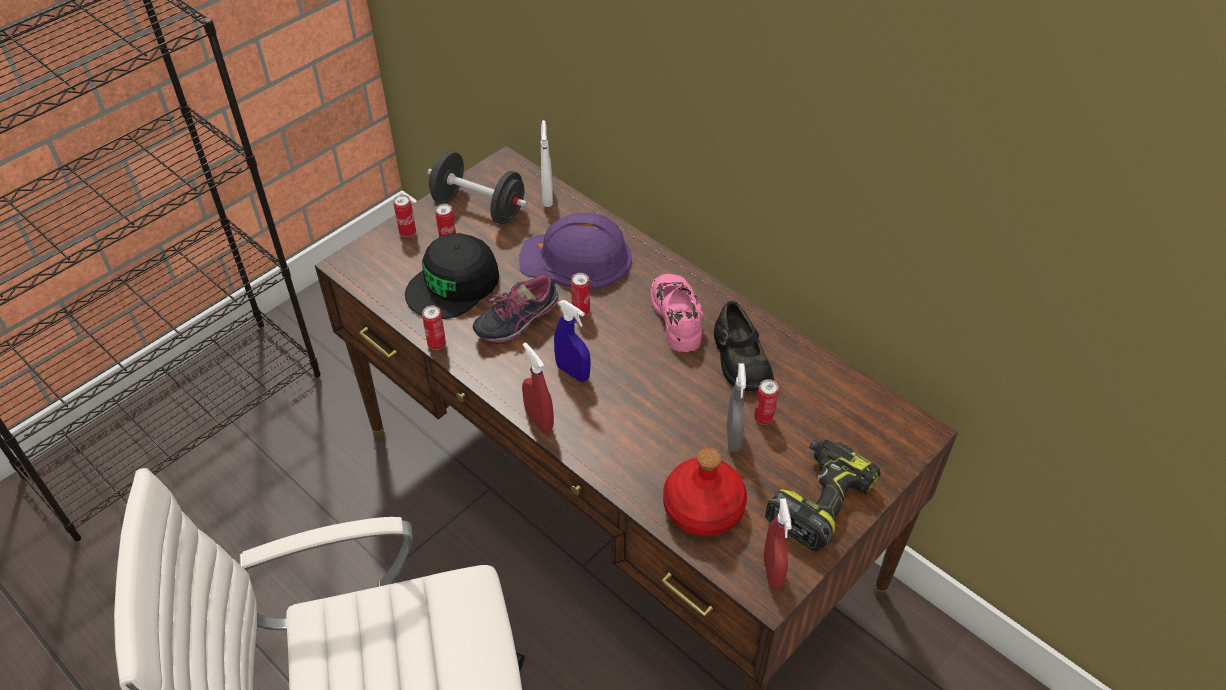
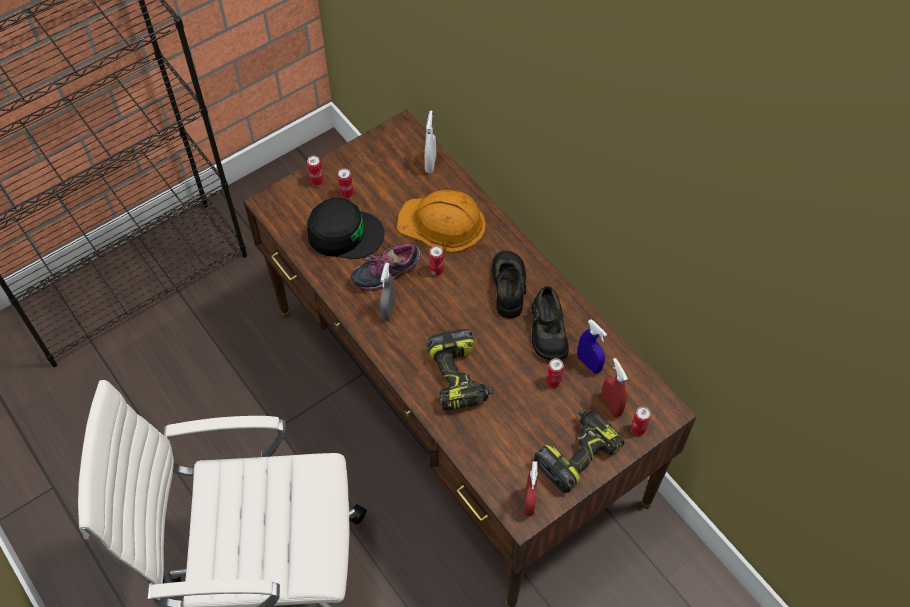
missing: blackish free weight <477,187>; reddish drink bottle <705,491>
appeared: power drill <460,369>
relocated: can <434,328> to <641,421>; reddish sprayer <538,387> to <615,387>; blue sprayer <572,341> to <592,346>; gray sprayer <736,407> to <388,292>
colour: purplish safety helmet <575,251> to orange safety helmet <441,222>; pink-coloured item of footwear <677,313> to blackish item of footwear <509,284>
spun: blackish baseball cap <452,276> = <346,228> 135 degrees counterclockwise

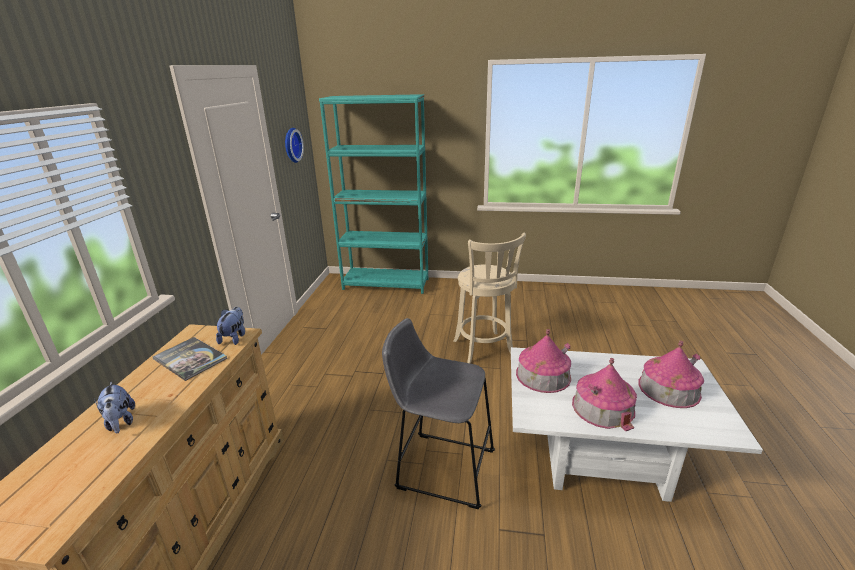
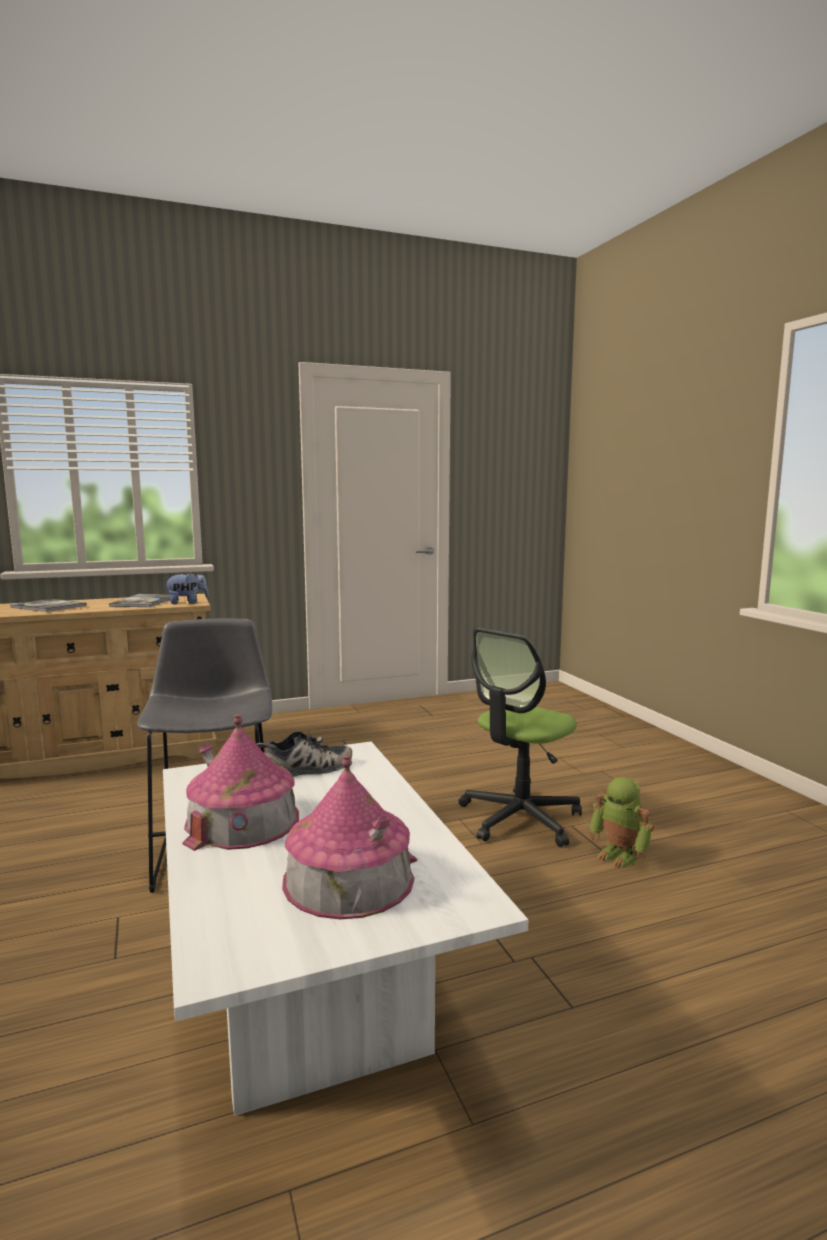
missing: clock on the wall <294,145>; turquoise-coloured shelving unit <373,194>
appeared: model robot <621,822>
exchanged: plush toy <114,407> to book <48,605>; sand-coloured stool seat <489,298> to desk chair <520,737>; model house <543,361> to item of footwear <304,754>

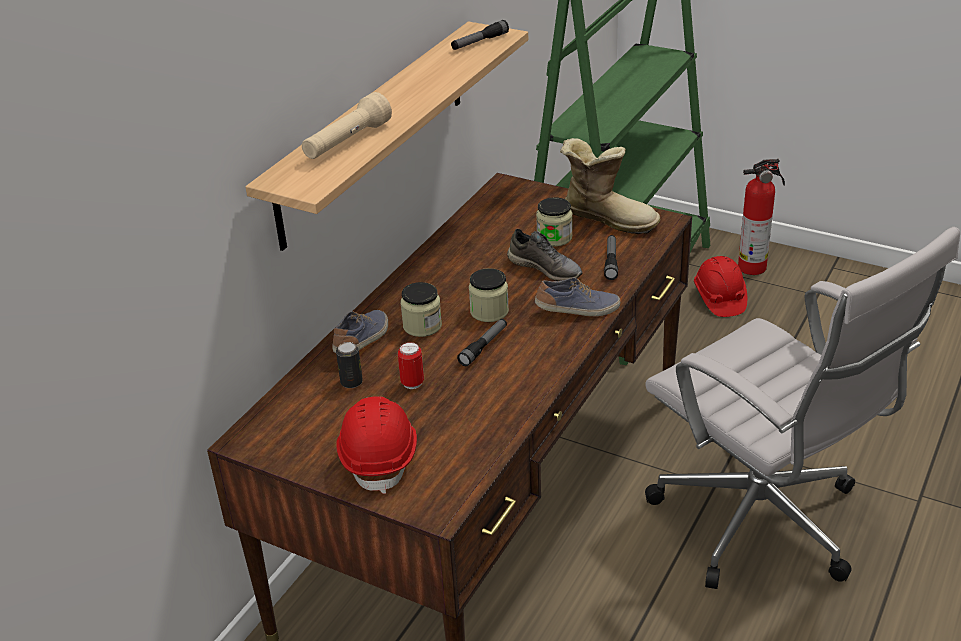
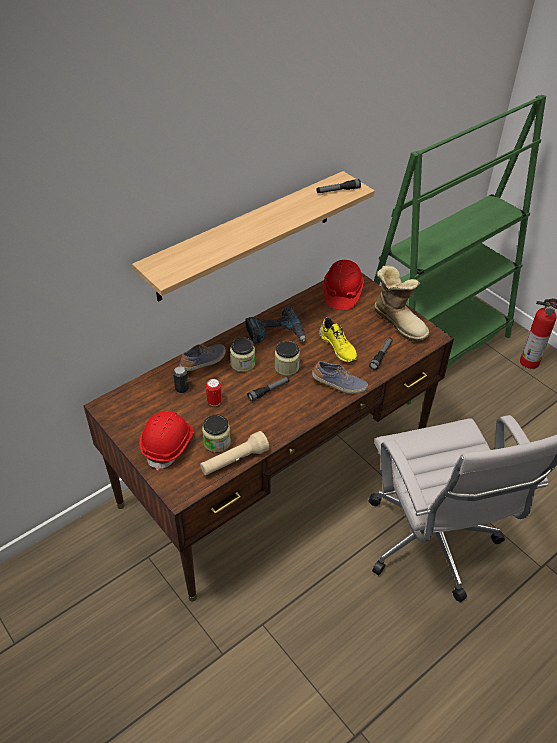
appeared: power drill <275,325>
relocated: sand-coloured torch <347,125> to <234,453>; preserve jar <554,222> to <216,433>; reddish safety helmet <720,286> to <344,285>
colour: gray item of footwear <545,255> to yellow item of footwear <338,339>

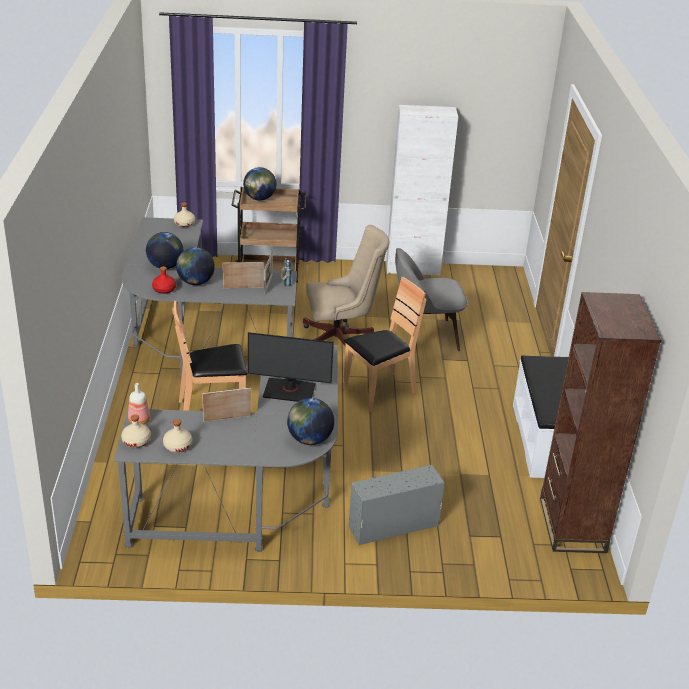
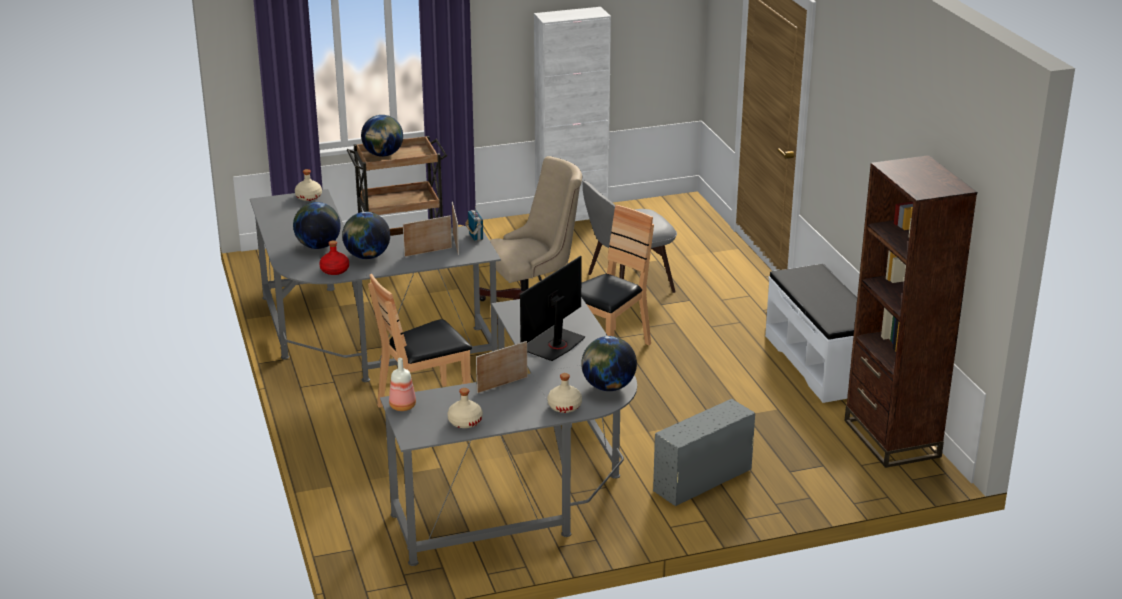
relocated: sand-coloured drink bottle <136,431> to <565,393>
spun: computer screen <291,367> = <553,308> 135 degrees clockwise

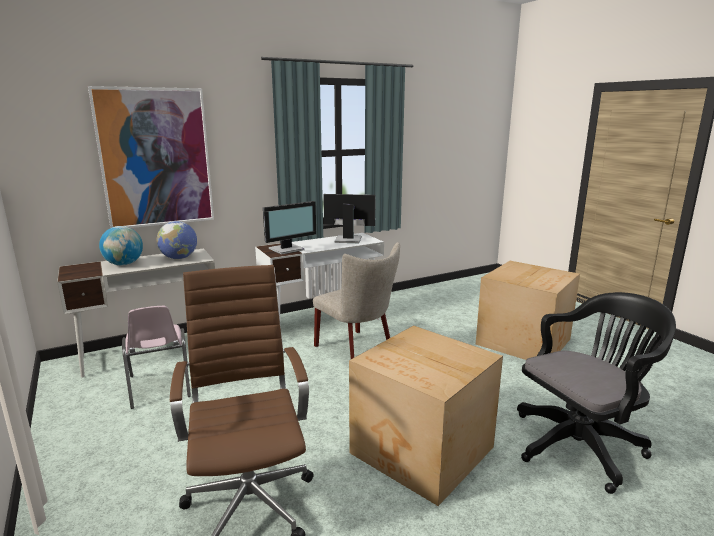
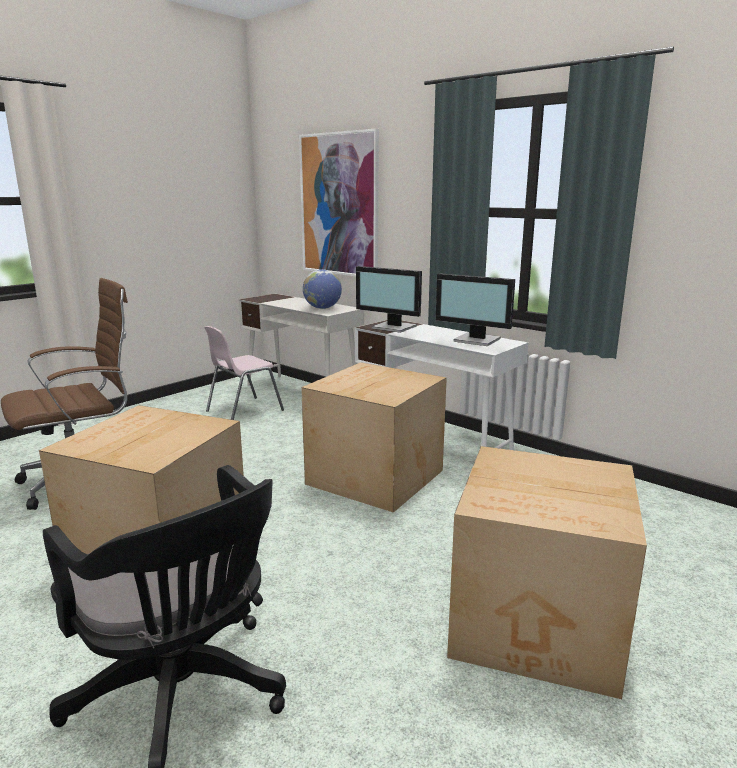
missing: desk globe <121,245>
exchanged: sand-coloured plain chair <356,300> to cardboard box <374,437>
spun: computer screen <349,218> = <475,309> 135 degrees clockwise

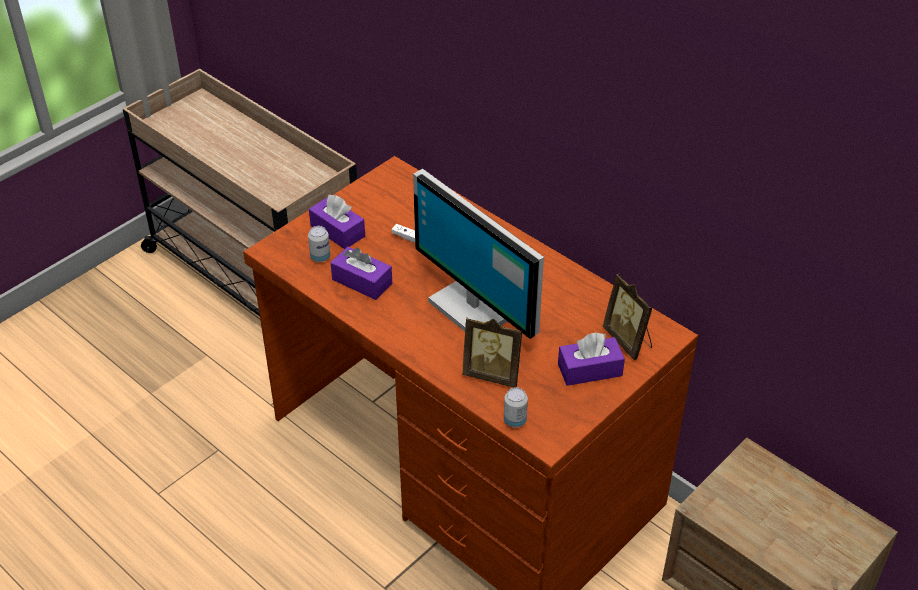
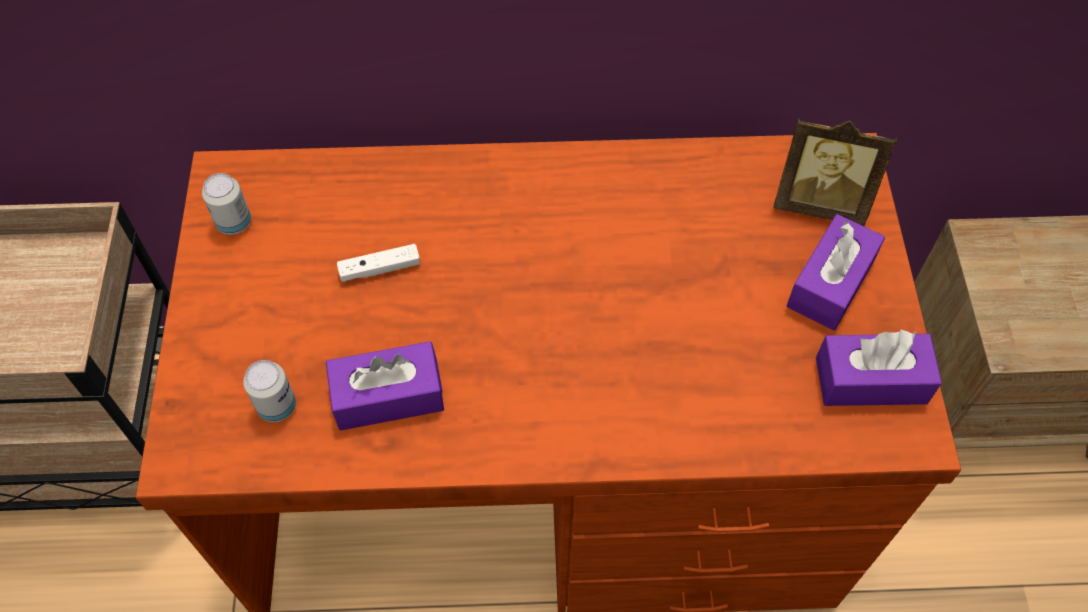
missing: computer screen <478,254>; photo frame <492,352>
relocated: purplish tissue box <337,222> to <879,368>; can <516,407> to <226,204>

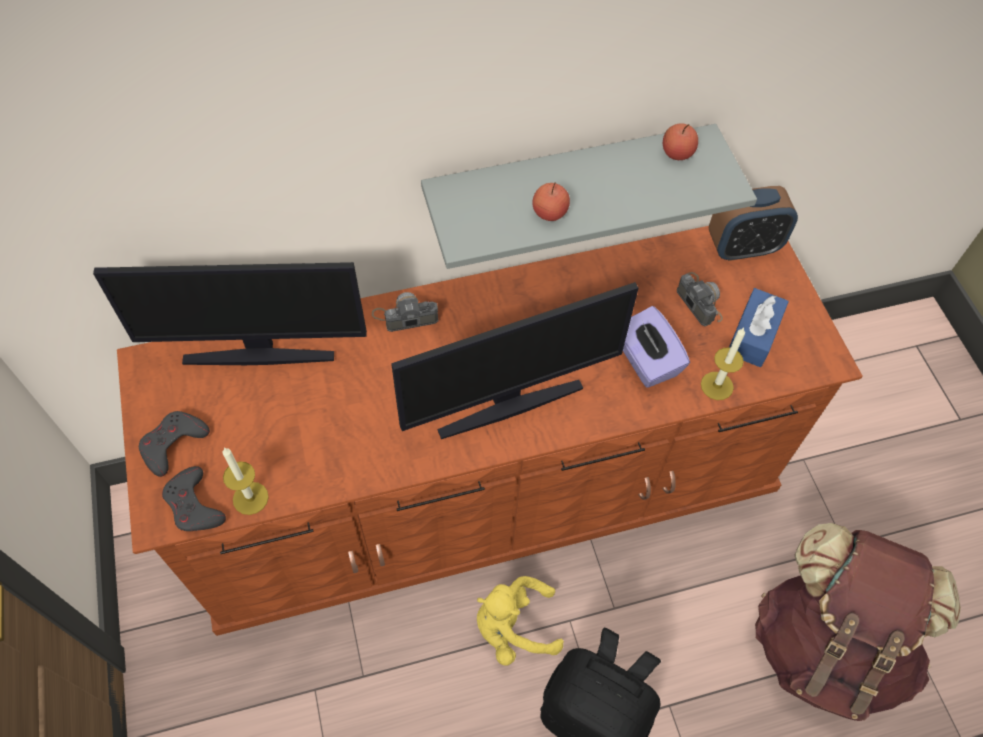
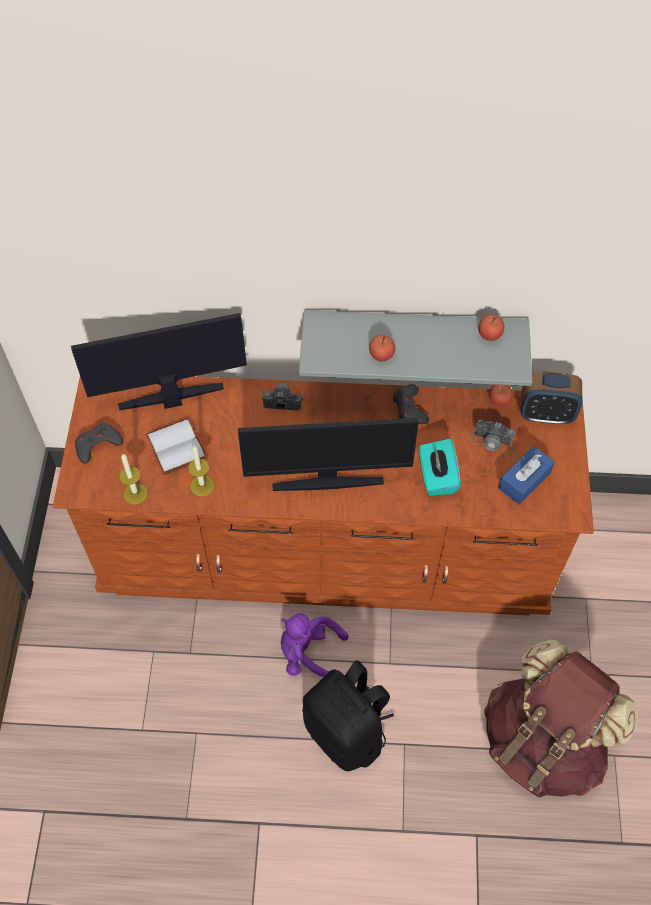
appeared: whitish book <176,446>; apple fruit <501,395>
relocated: gray game controller <194,498> to <411,404>; wax candle <723,364> to <201,471>
colour: yellow plush toy <520,620> to purplish plush toy <315,645>; purplish tissue box <656,347> to turquoise-coloured tissue box <440,467>
spun: computer screen <230,313> = <159,362> 150 degrees clockwise; photo camera <700,299> = <494,439> 120 degrees clockwise

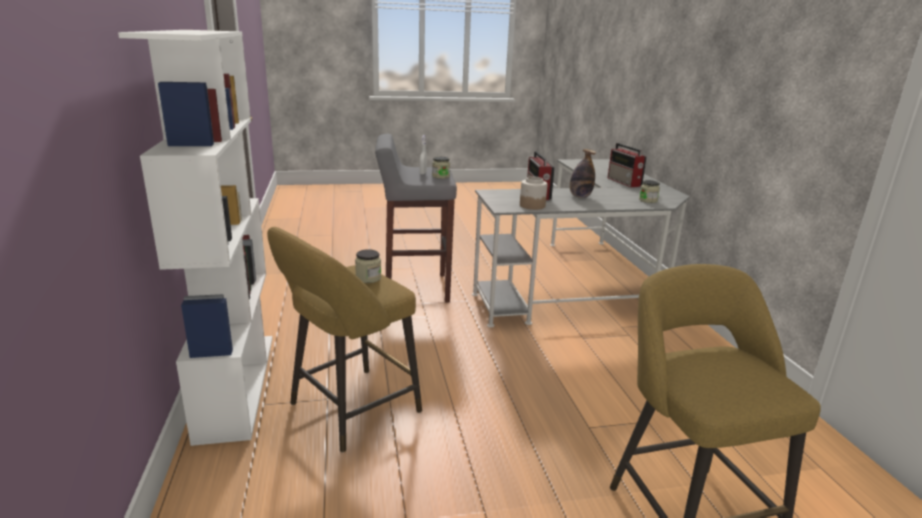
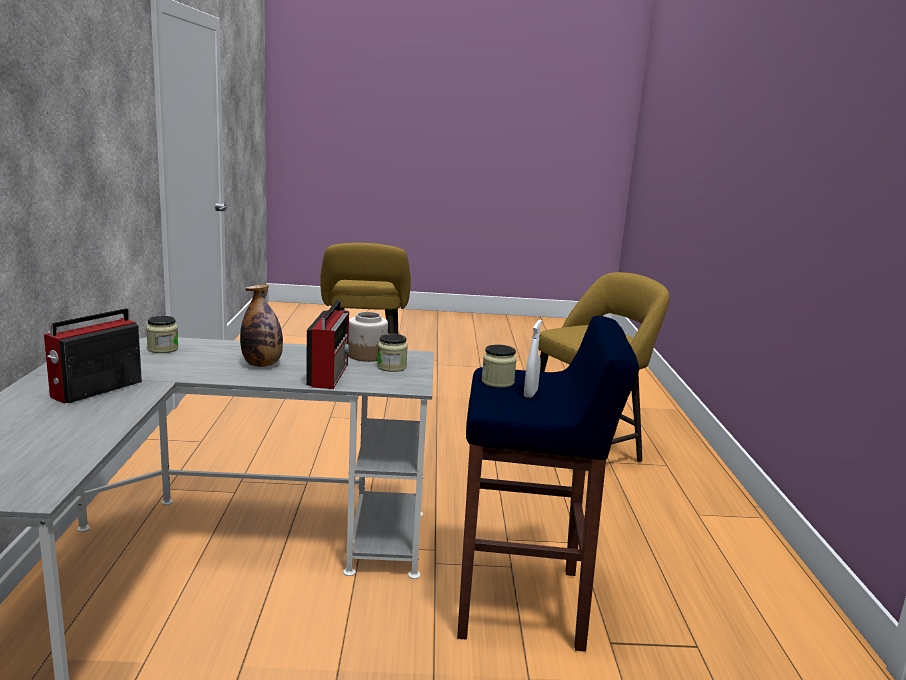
missing: whitish shelving unit <195,238>
relocated: preserve jar <368,266> to <392,352>
colour: gray stool seat <416,218> to blue stool seat <548,484>
spun: radio set <627,165> = <93,356> 135 degrees counterclockwise

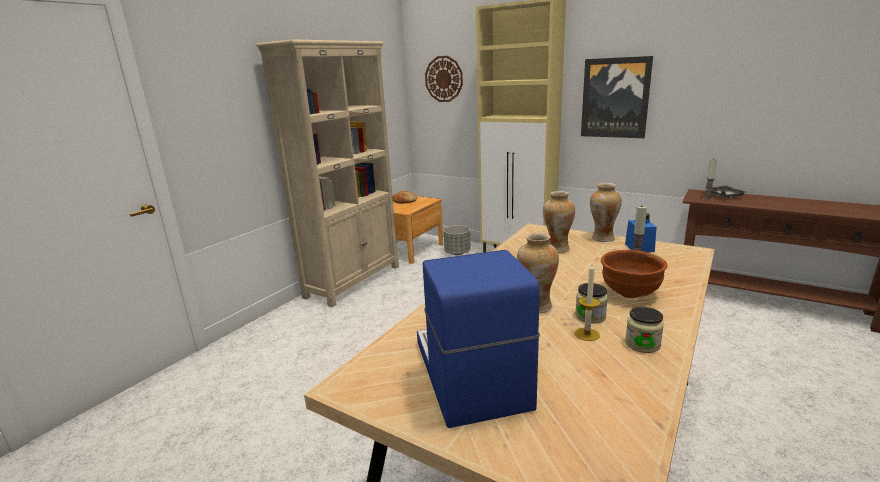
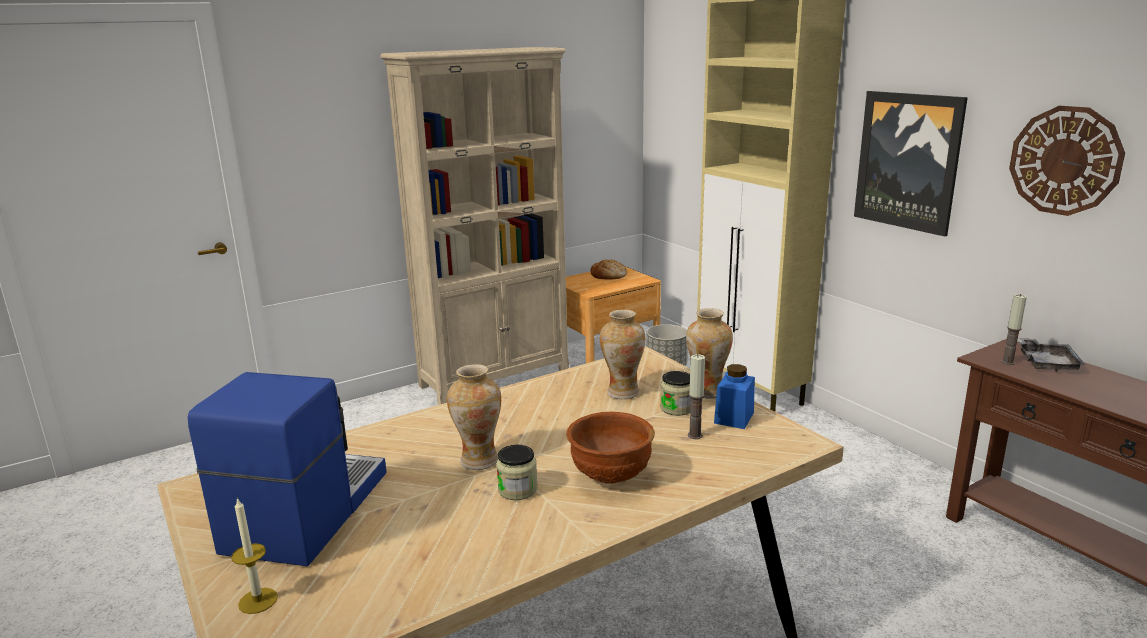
relocated: clock on the wall <444,79> to <1067,161>; wax candle <588,302> to <254,555>; preserve jar <644,330> to <675,393>

